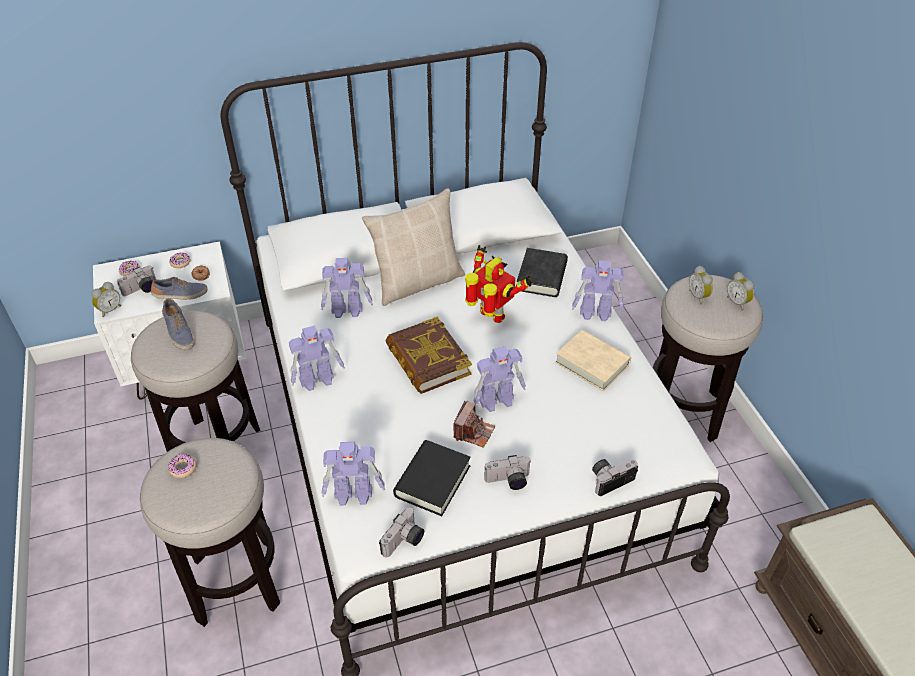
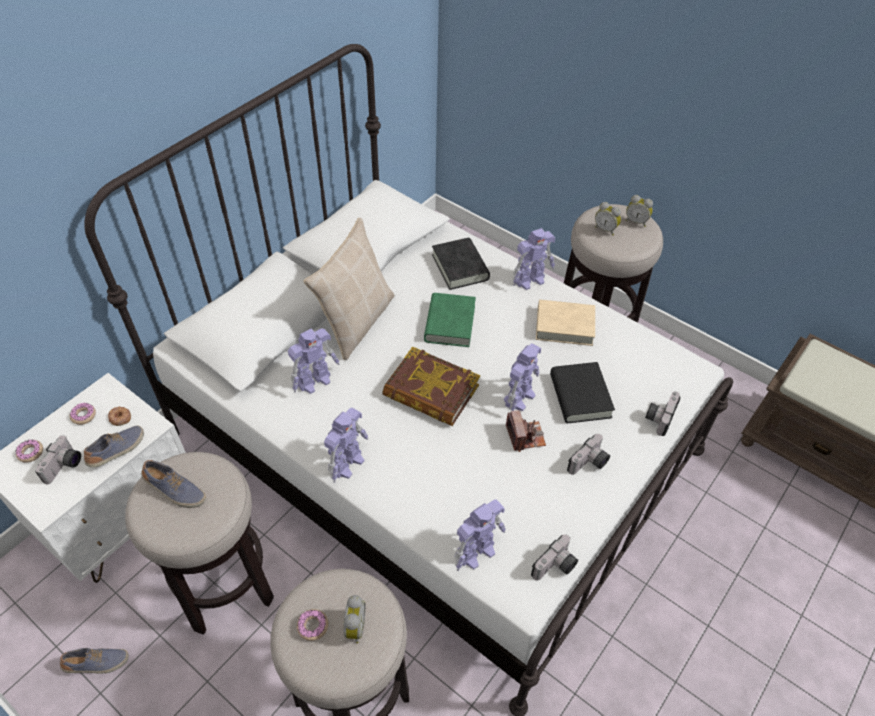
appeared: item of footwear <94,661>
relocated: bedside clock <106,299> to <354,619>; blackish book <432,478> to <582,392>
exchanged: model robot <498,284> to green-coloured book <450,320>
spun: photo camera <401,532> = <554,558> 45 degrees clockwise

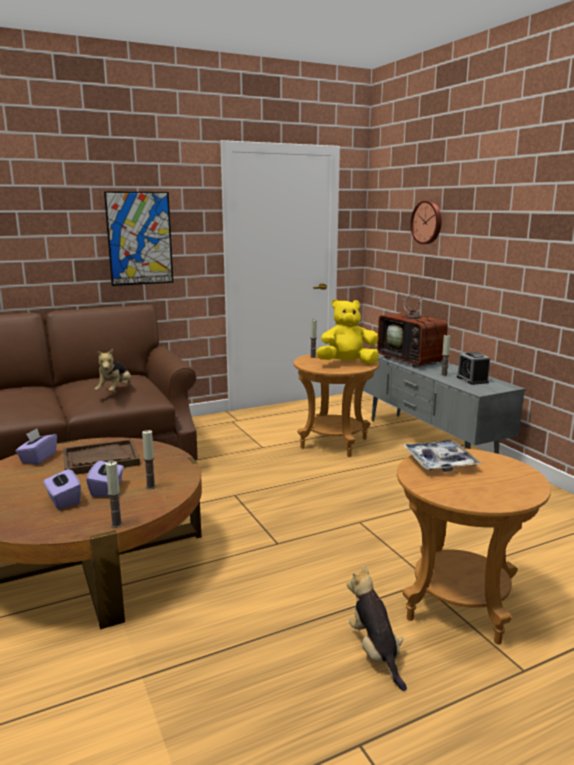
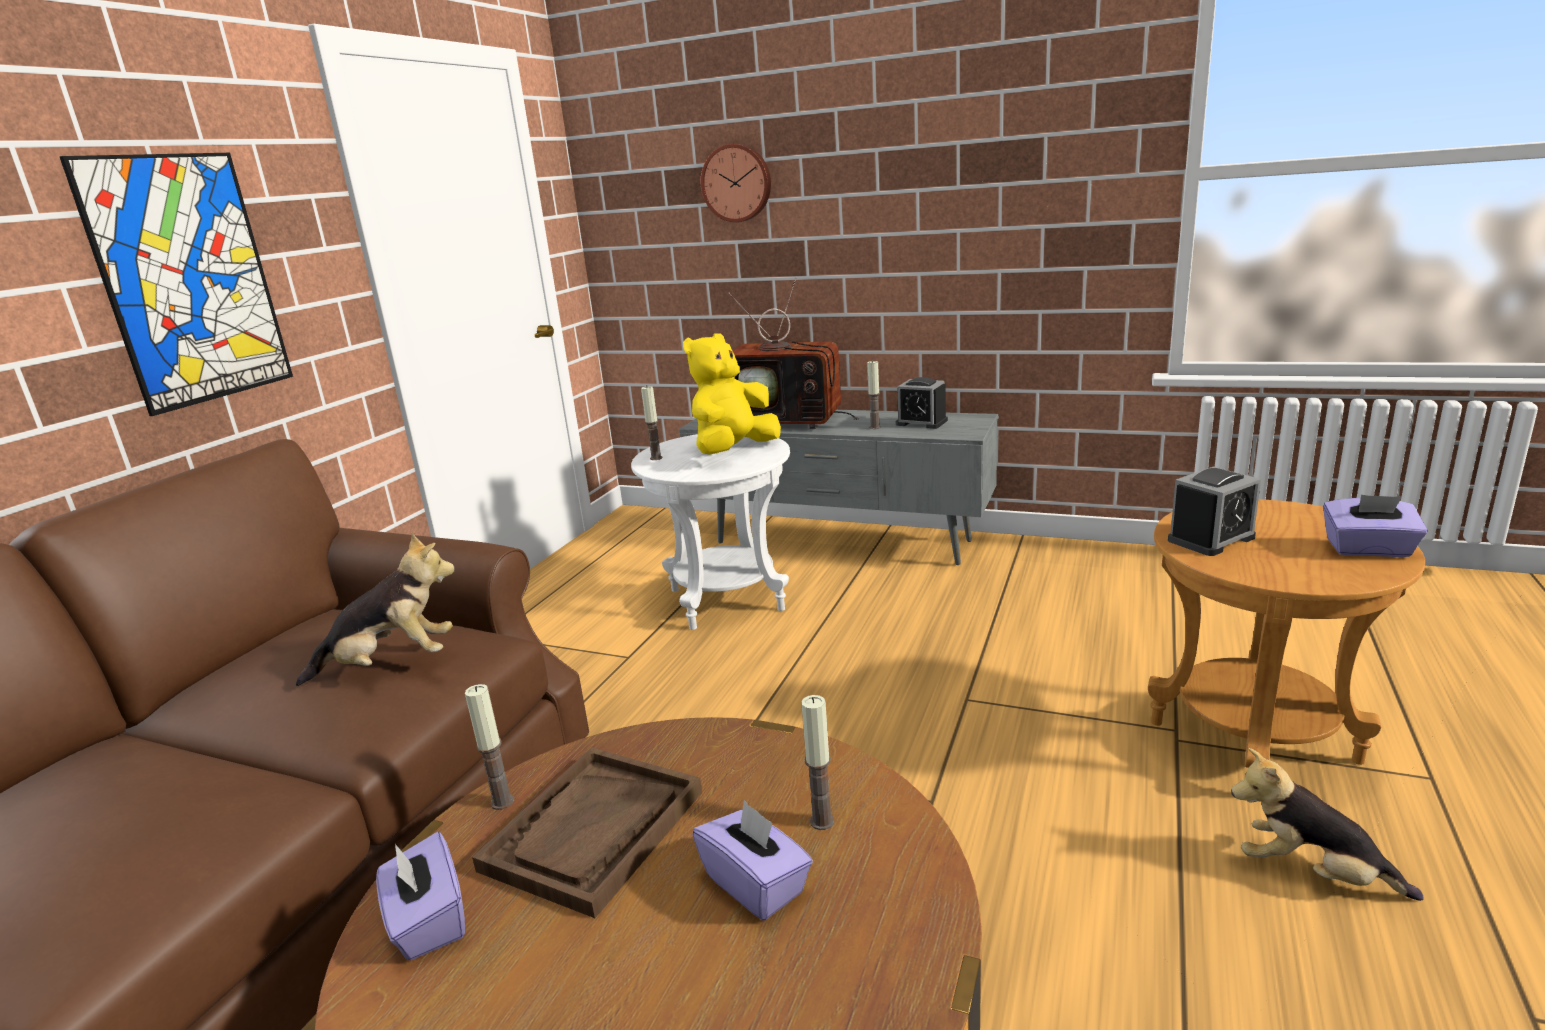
relocated: purplish tissue box <62,488> to <1375,526>; wax candle <114,494> to <489,747>
exchanged: tray <442,456> to bedside clock <1214,511>
colour: brownish accent table <336,405> to whitish accent table <710,532>
spun: plush toy <113,370> = <375,609> 75 degrees counterclockwise

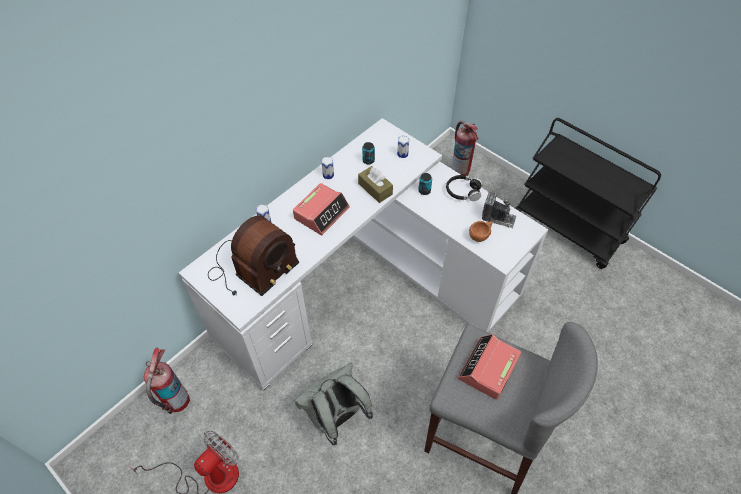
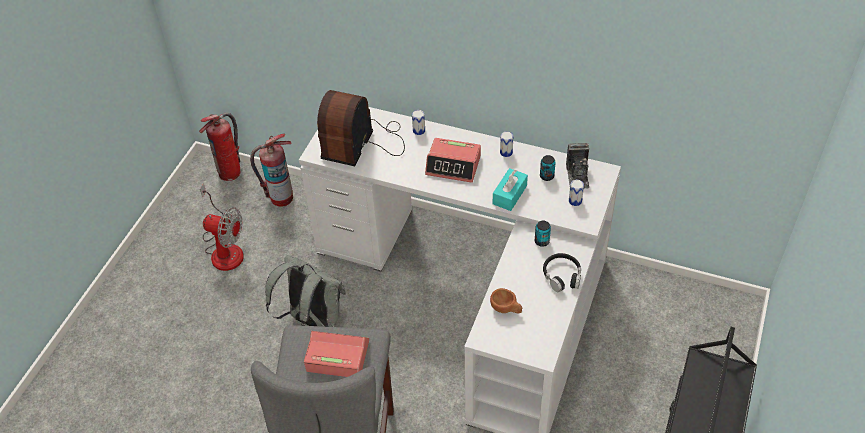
relocated: fire-fighting cylinder <465,148> to <219,147>; photo camera <499,209> to <577,166>
colour: brownish tissue box <375,184> to turquoise-coloured tissue box <510,189>
spun: radio set <253,255> = <361,128> 90 degrees clockwise

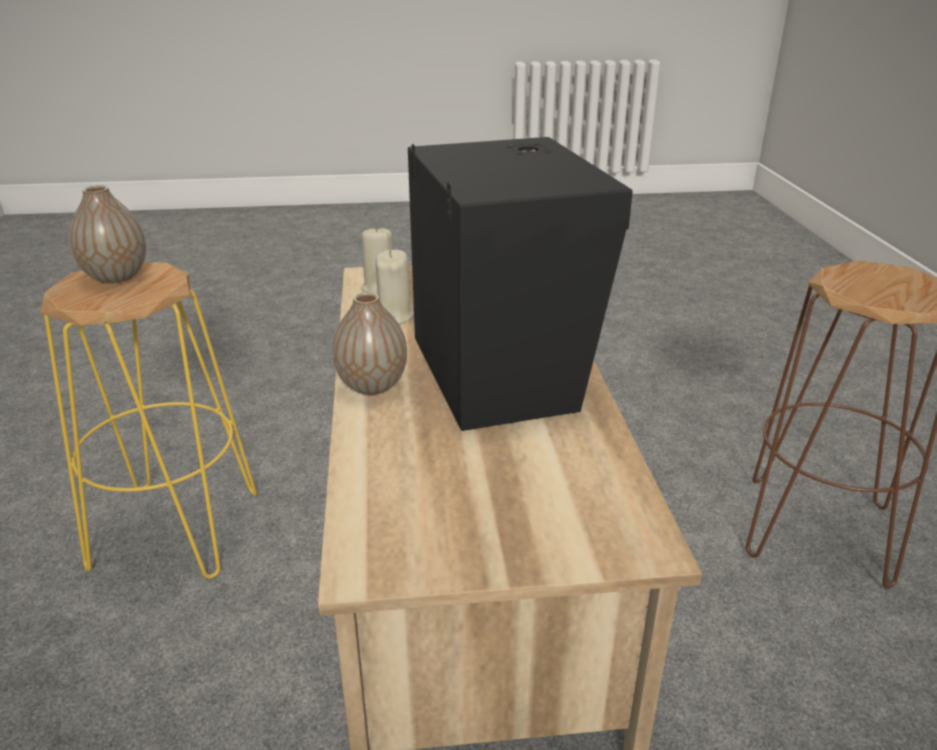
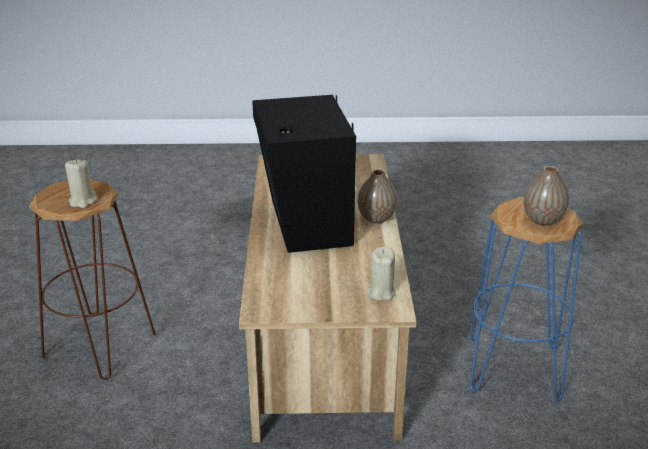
relocated: sand-coloured wax candle <394,287> to <81,183>
colour: yellow stool seat <148,420> to blue stool seat <526,299>

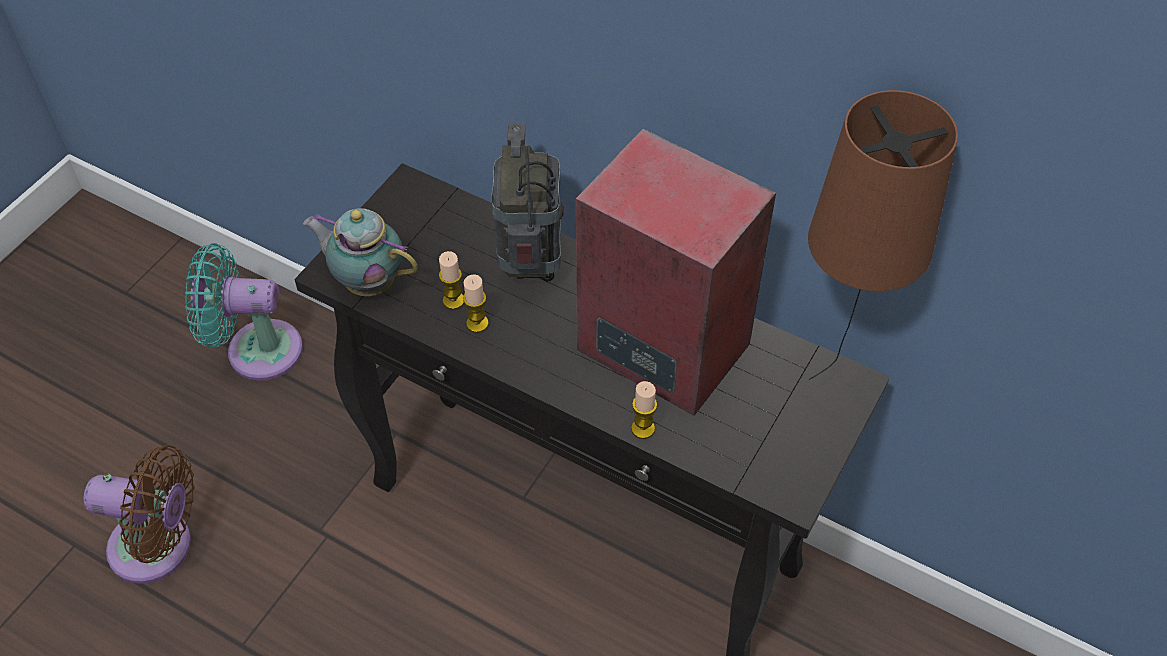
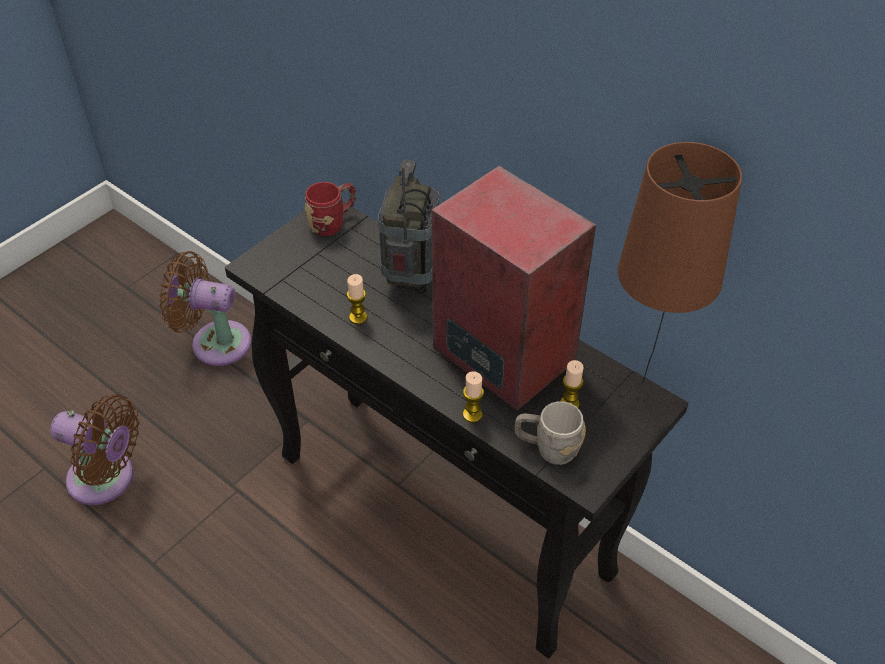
missing: teapot <360,252>
appeared: reddish mug <330,209>; gray mug <550,433>
relocated: wax candle <451,280> to <572,384>
colour: turquoise-coloured electric fan <244,312> to brownish electric fan <205,308>

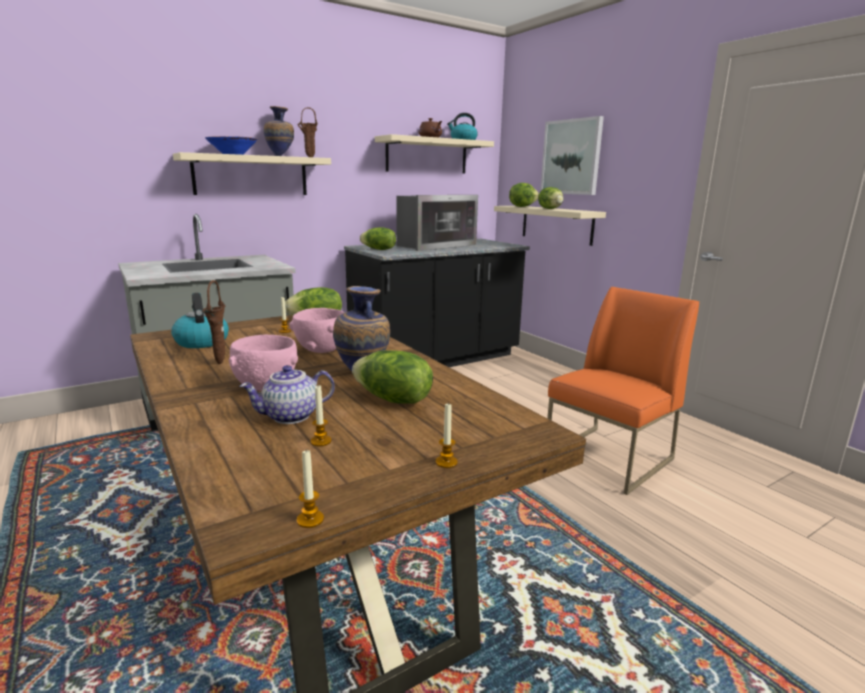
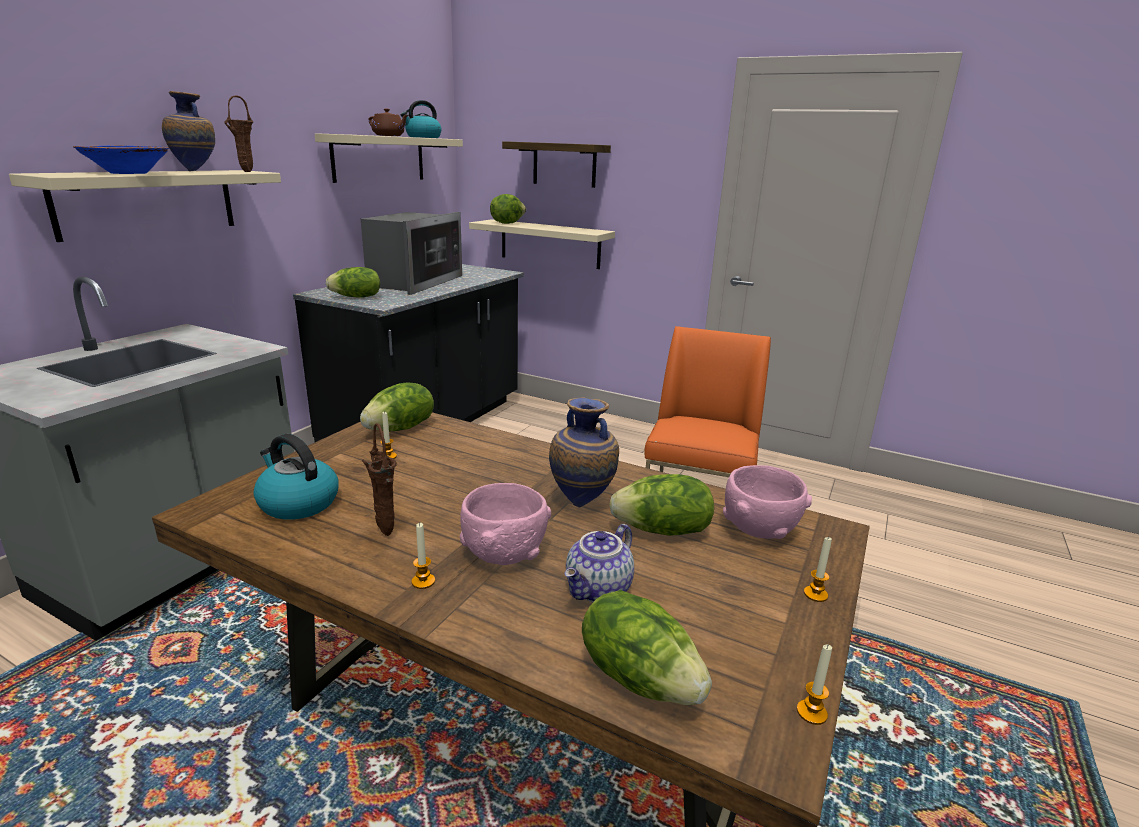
relocated: pink-coloured bowl <316,330> to <767,502>; wax candle <321,415> to <423,556>; lettuce <550,198> to <647,647>
exchanged: picture <572,155> to bracket shelf <556,164>

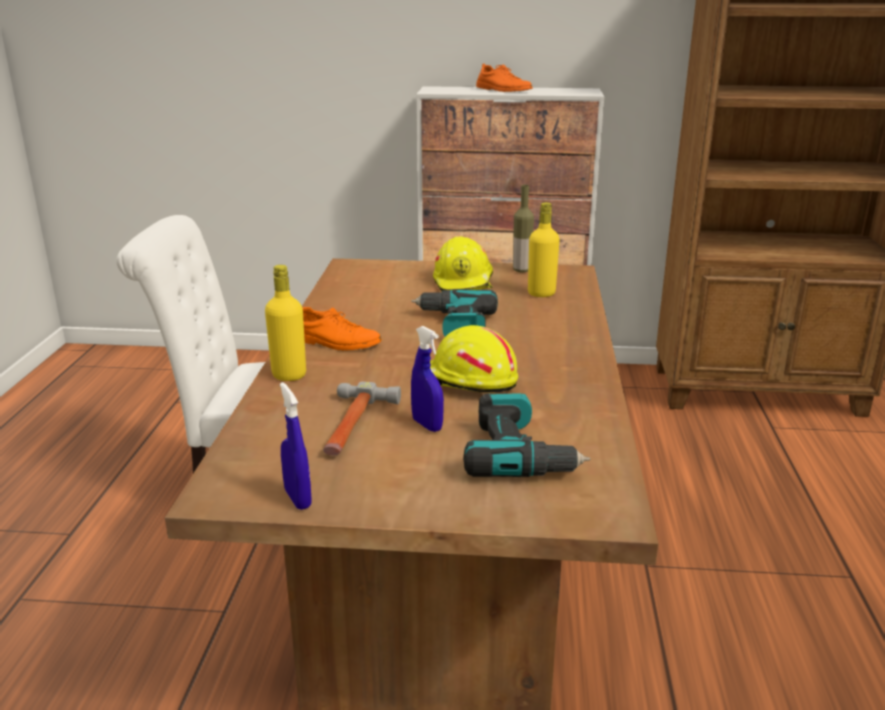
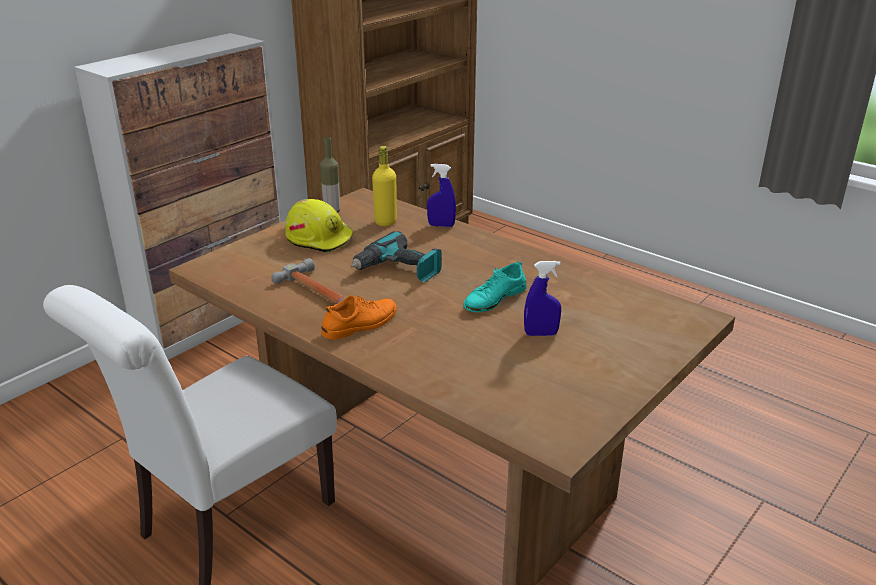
missing: yellow drink bottle <285,323>; power drill <526,435>; orange item of footwear <504,78>
relocated: blue sprayer <295,446> to <441,195>; hand hammer <362,418> to <308,281>
exchanged: yellow safety helmet <474,359> to turquoise-coloured item of footwear <495,286>

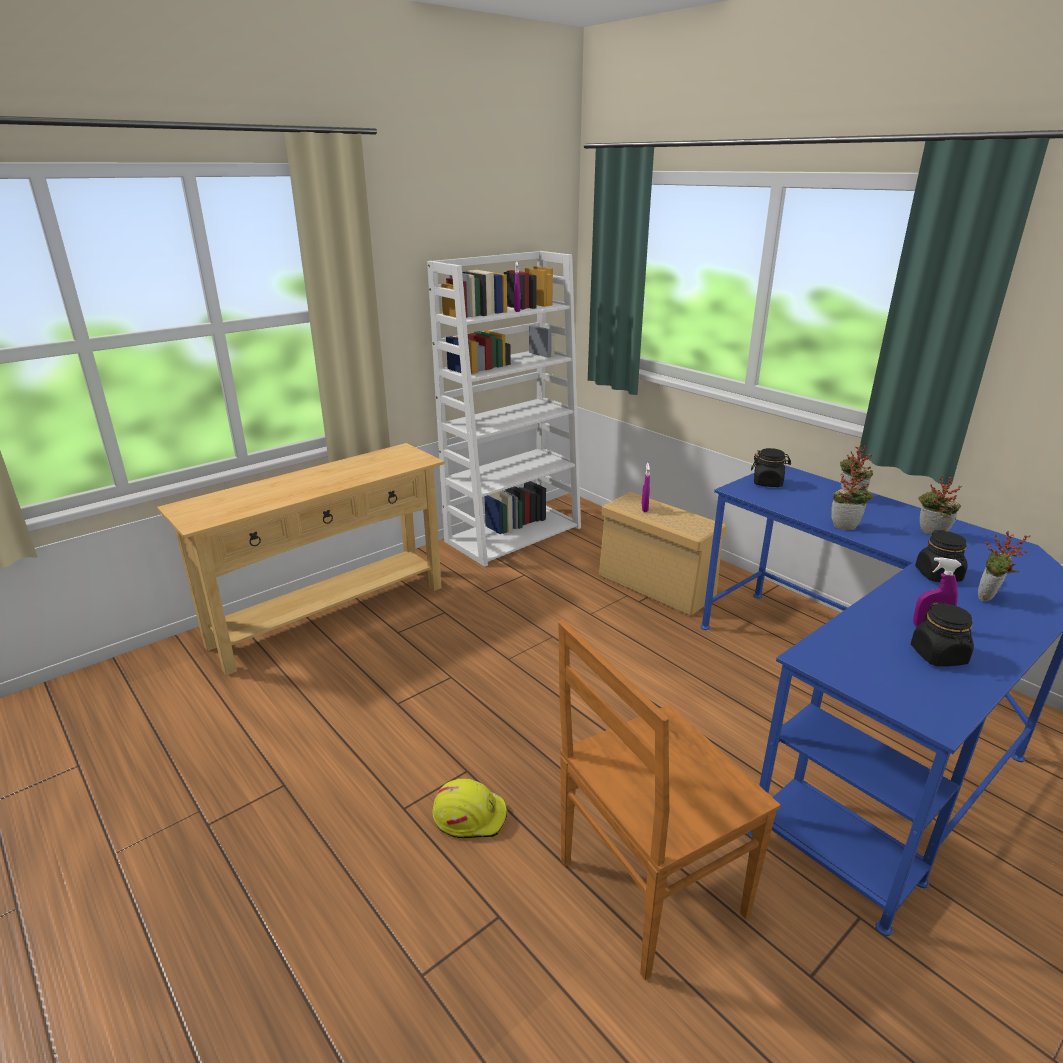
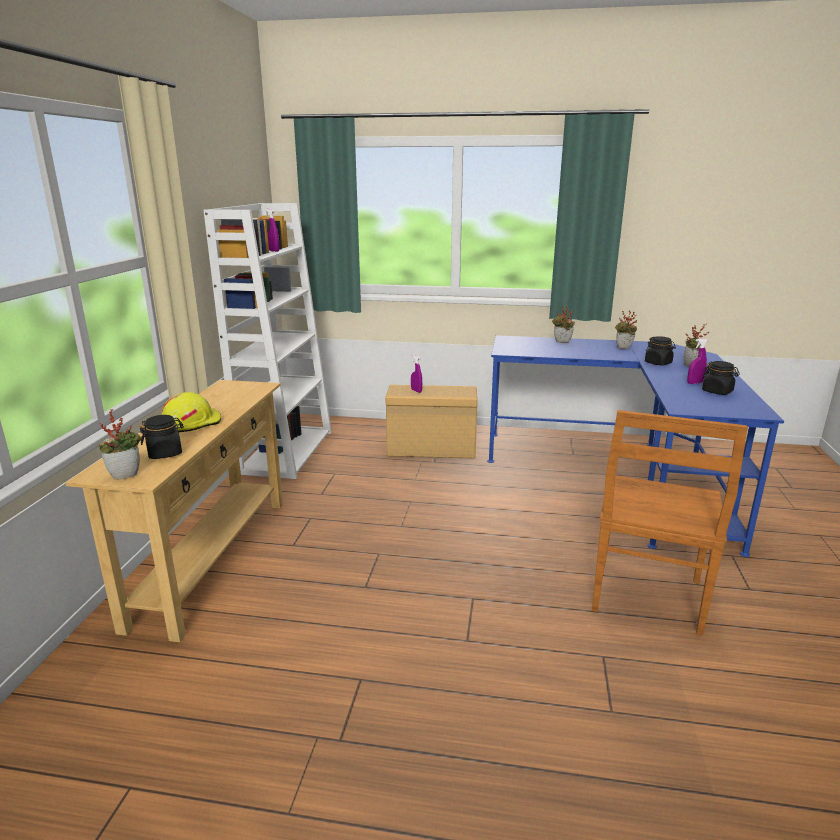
relocated: yellow safety helmet <469,808> to <191,412>; blackish preserve jar <771,467> to <162,437>; plant in a pot <852,497> to <120,444>

